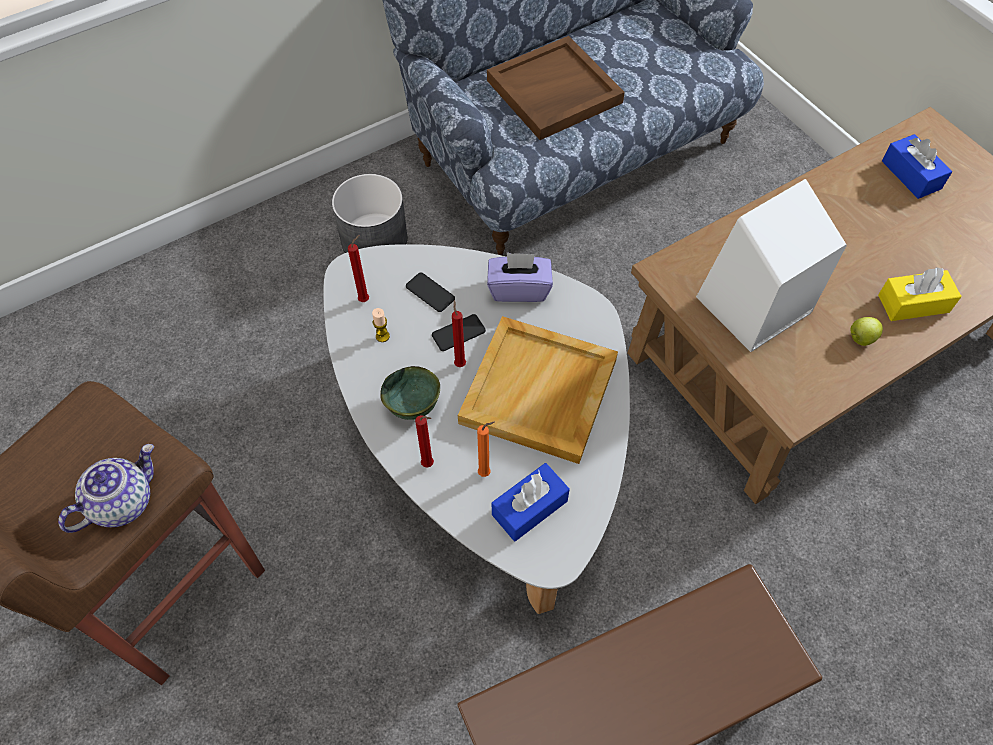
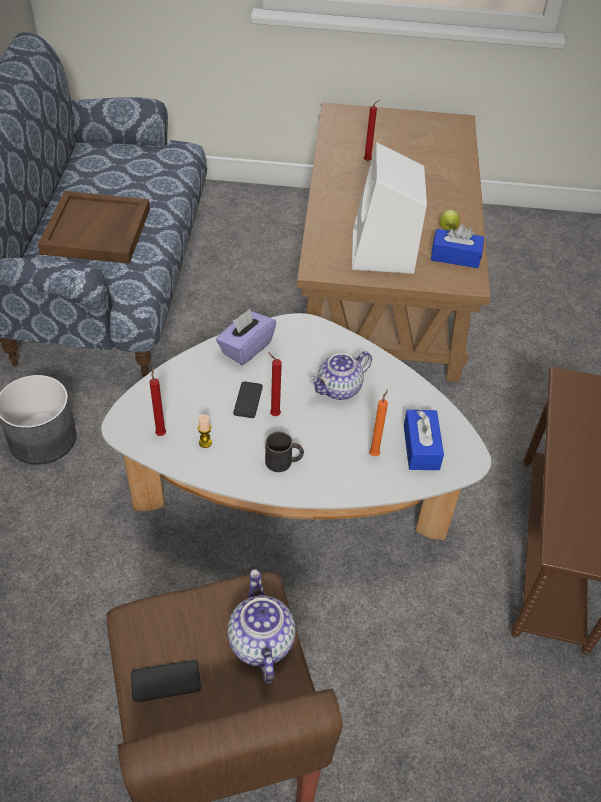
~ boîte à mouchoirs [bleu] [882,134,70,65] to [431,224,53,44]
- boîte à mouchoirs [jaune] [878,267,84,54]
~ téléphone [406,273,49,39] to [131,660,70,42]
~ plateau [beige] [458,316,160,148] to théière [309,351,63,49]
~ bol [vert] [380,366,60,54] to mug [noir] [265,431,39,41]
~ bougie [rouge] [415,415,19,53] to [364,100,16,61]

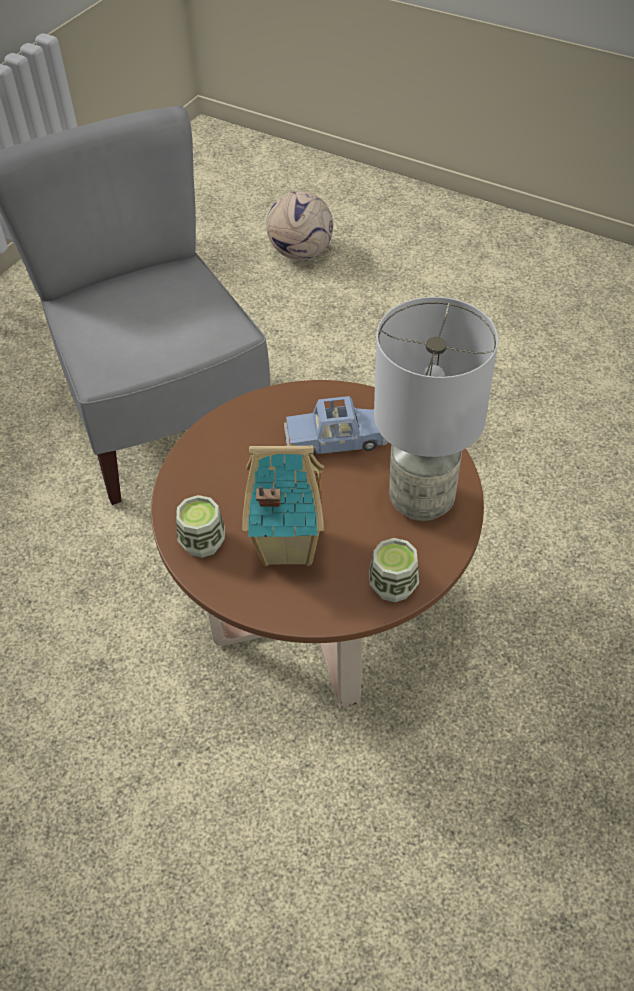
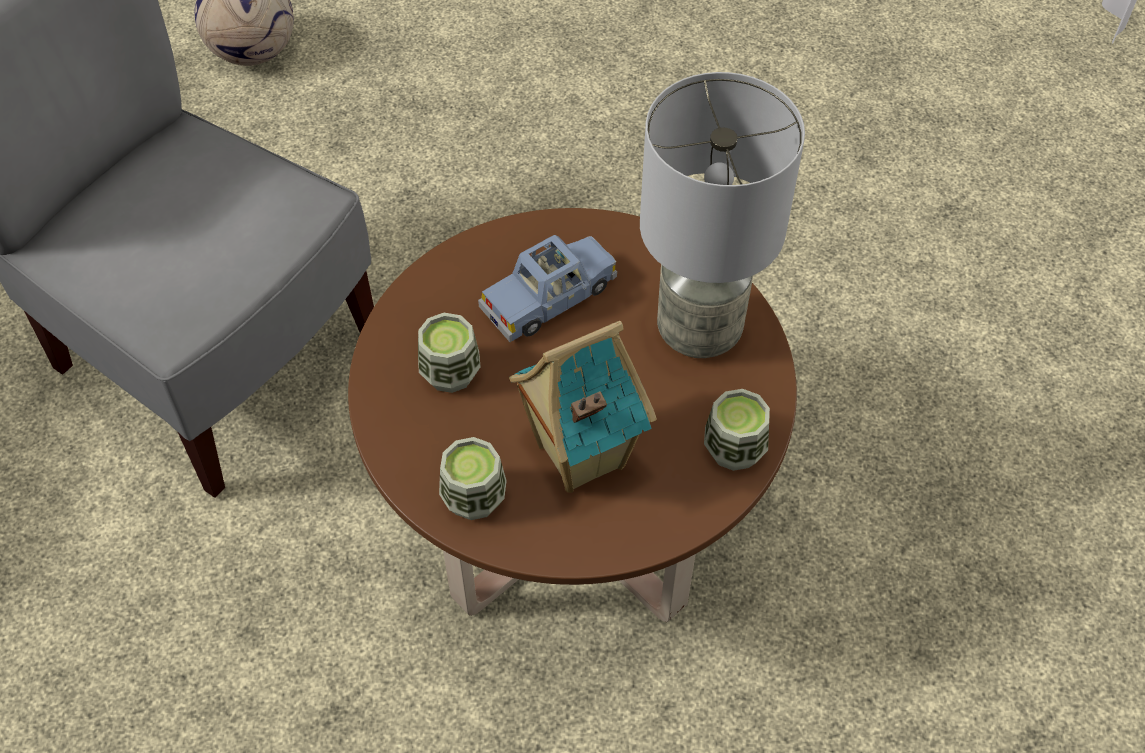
+ tasse [418,313,62,80]

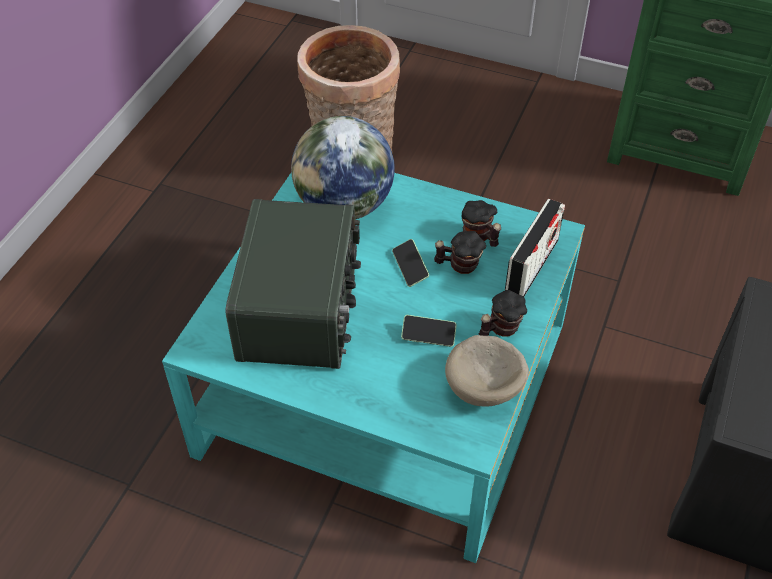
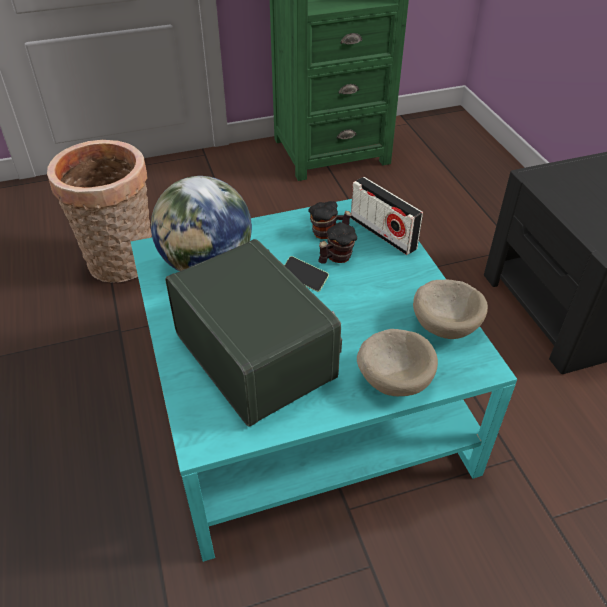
~ radio [505,199,60,98] = [351,177,72,78] 150 degrees clockwise
- mug [479,290,48,47]
- téléphone [401,315,56,32]
+ bol [beige] [357,329,81,67]

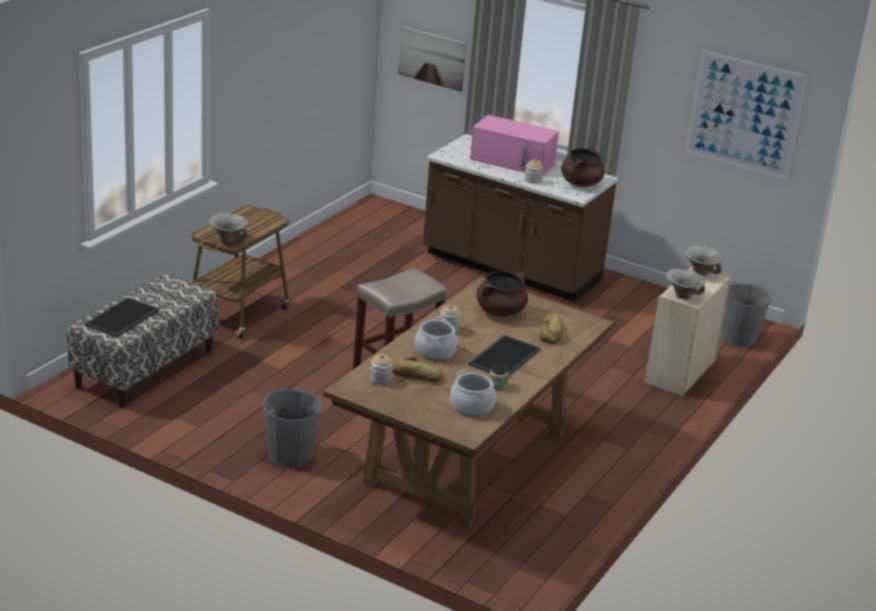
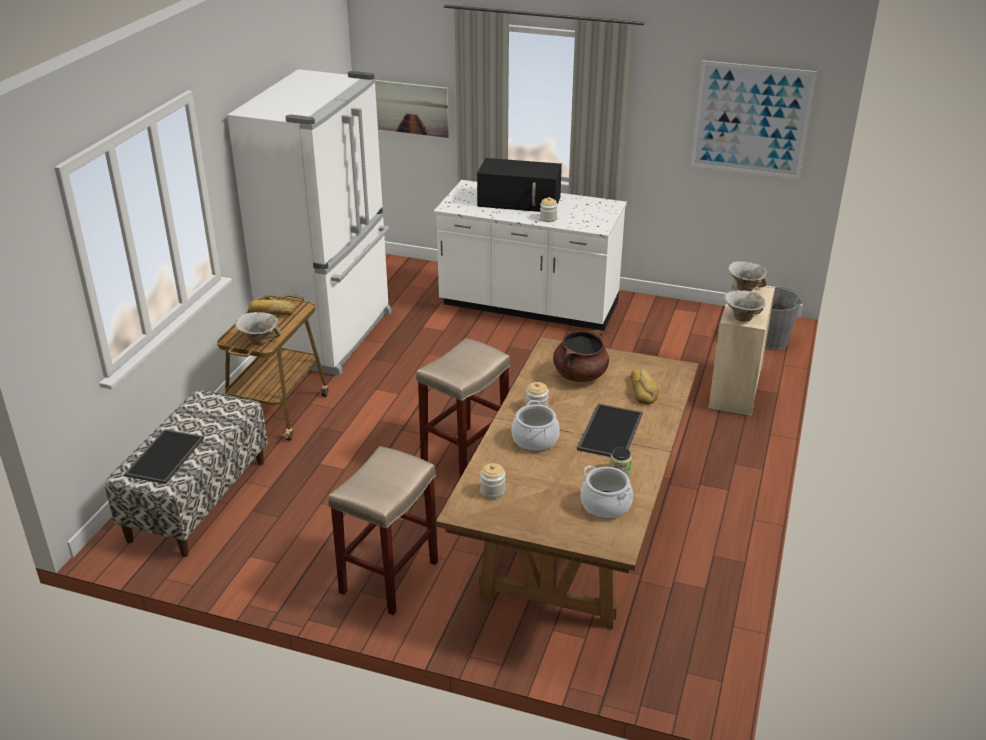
~ micro-ondes [rose] [470,115,89,61] to micro-ondes [noir] [477,158,85,54]
~ comptoir de cuisine [marron] [423,134,195,168] to comptoir de cuisine [blanc] [434,180,193,151]
- marmite [marron] [561,147,44,40]
~ pain [392,357,52,25] to [248,296,47,19]
~ seau [gris] [263,389,59,78] to tabouret [beige] [328,446,110,169]
+ réfrigérateur [blanc] [227,69,165,307]

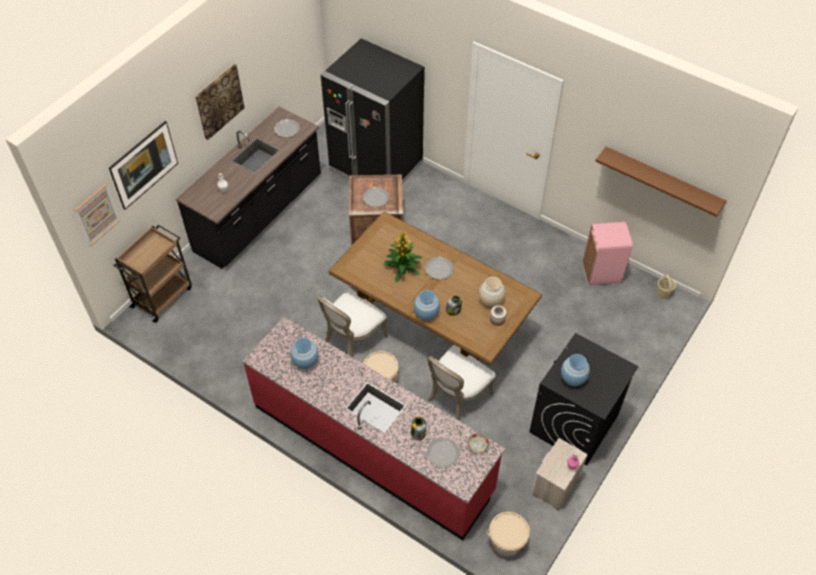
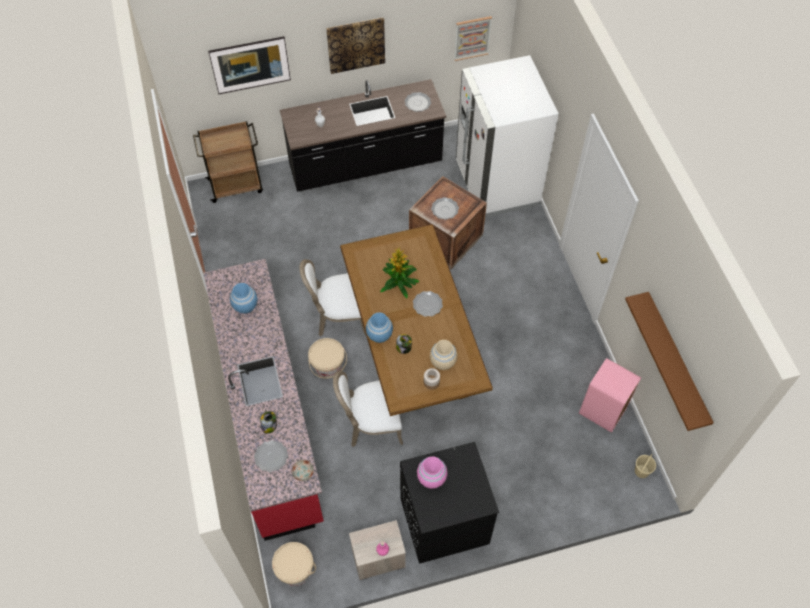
~ réfrigérateur [noir] [320,38,104,146] to réfrigérateur [blanc] [456,55,103,163]
~ tableau [74,184,46,62] to [454,16,38,45]
~ vase [bleu] [561,354,29,32] to vase [rose] [417,456,31,33]

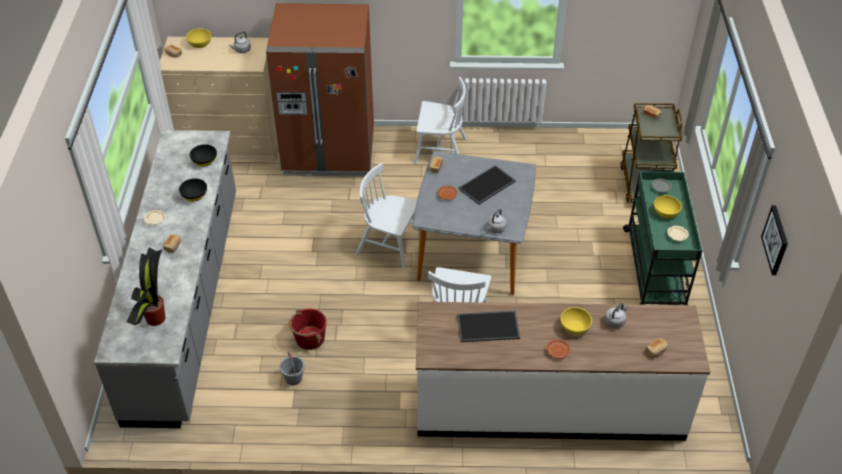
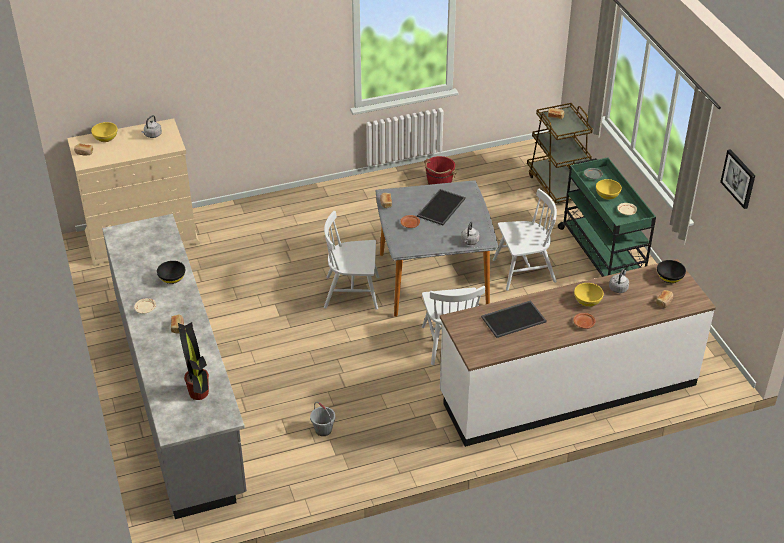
- réfrigérateur [marron] [266,3,108,173]
~ chaise [blanc] [414,77,53,87] to [493,189,64,102]
~ bol [noir] [190,144,27,22] to [657,260,29,23]
~ seau [rouge] [288,309,39,41] to [424,156,33,29]

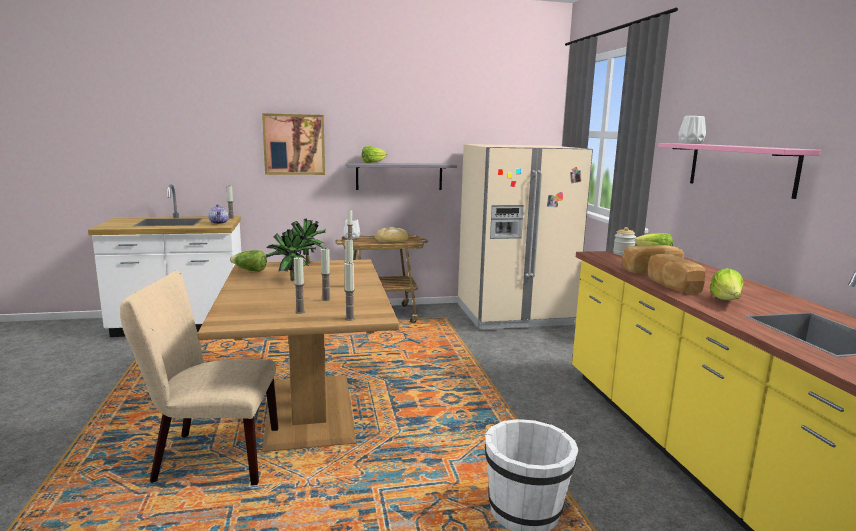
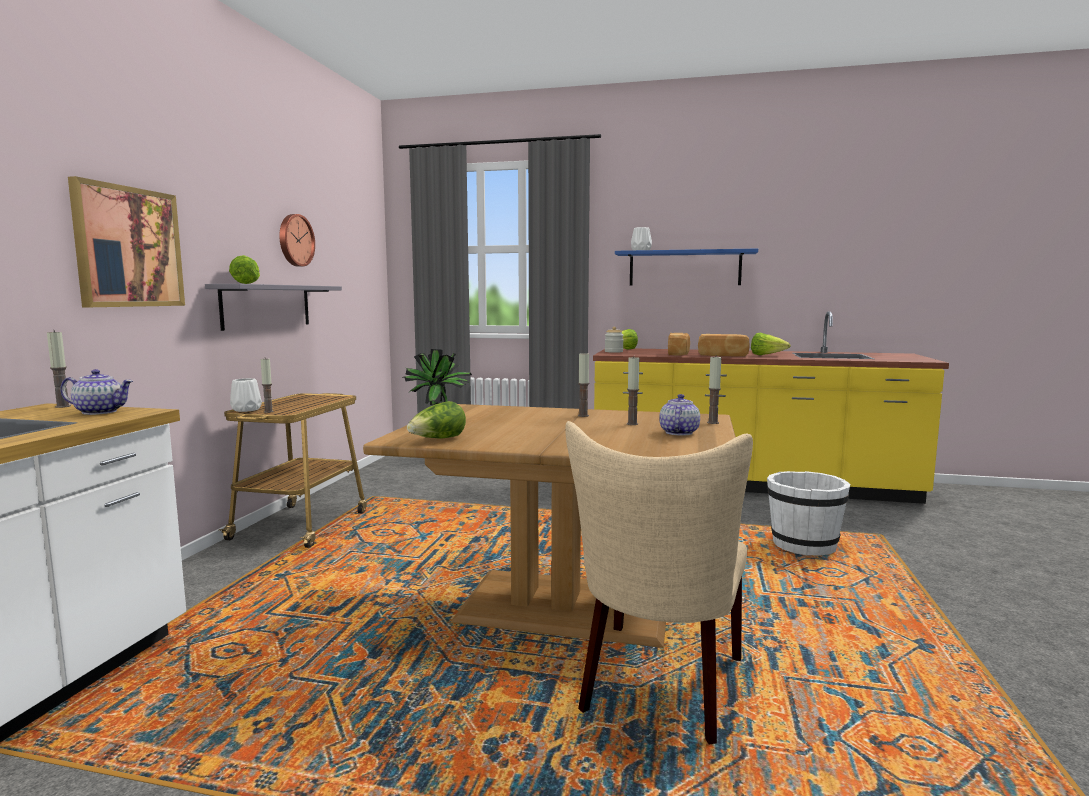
~ étagère [rose] [658,143,163,56] to étagère [bleu] [615,248,143,38]
- réfrigérateur [beige] [458,144,135,186]
- pain [375,227,34,15]
- plante en pot [266,230,50,51]
~ bougie [294,257,11,57] to théière [659,394,41,42]
+ horloge murale [279,214,36,53]

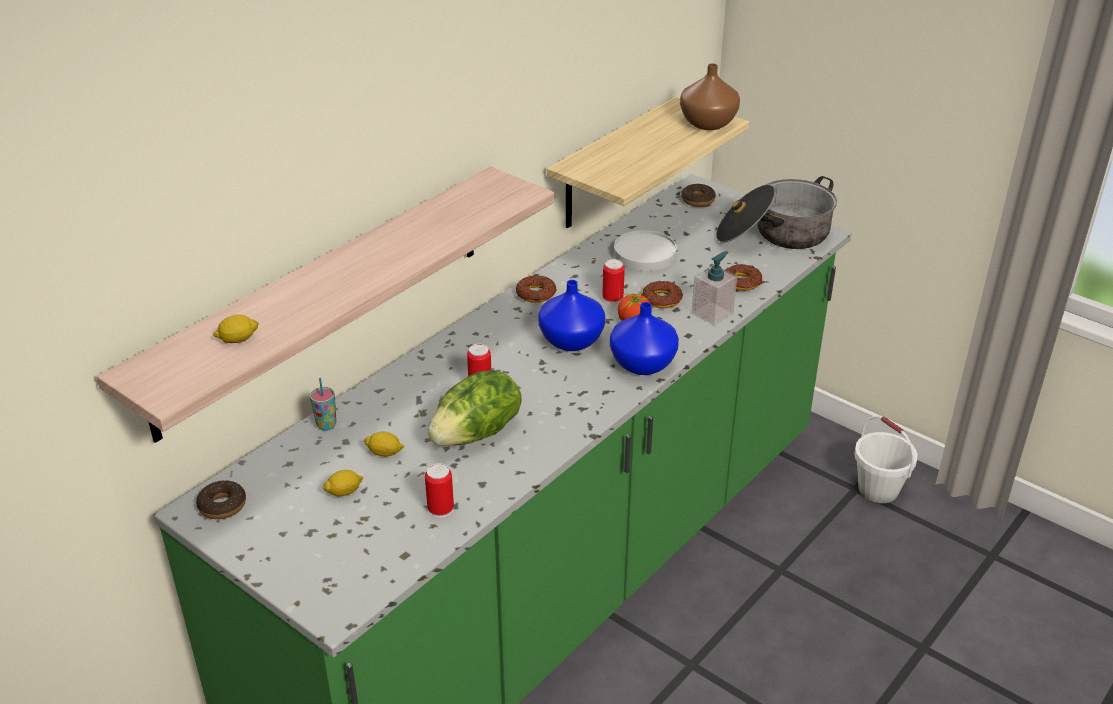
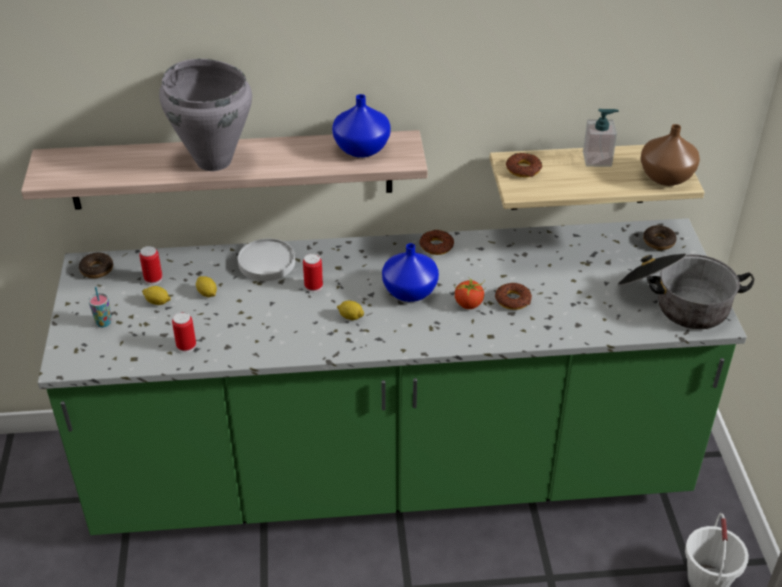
~ assiette [blanc] [614,230,63,41] to [238,239,57,42]
~ distributeur de savon [692,251,45,74] to [583,109,36,58]
~ boîte métallique [602,259,23,45] to [139,246,23,39]
~ beignet [726,264,36,27] to [506,153,36,24]
~ vase [bleu] [610,302,69,73] to [332,94,59,64]
~ citron [213,314,46,29] to [337,300,28,20]
- laitue [428,370,94,76]
~ tasse [310,378,27,53] to [88,287,24,40]
+ marmite [gris] [159,59,93,112]

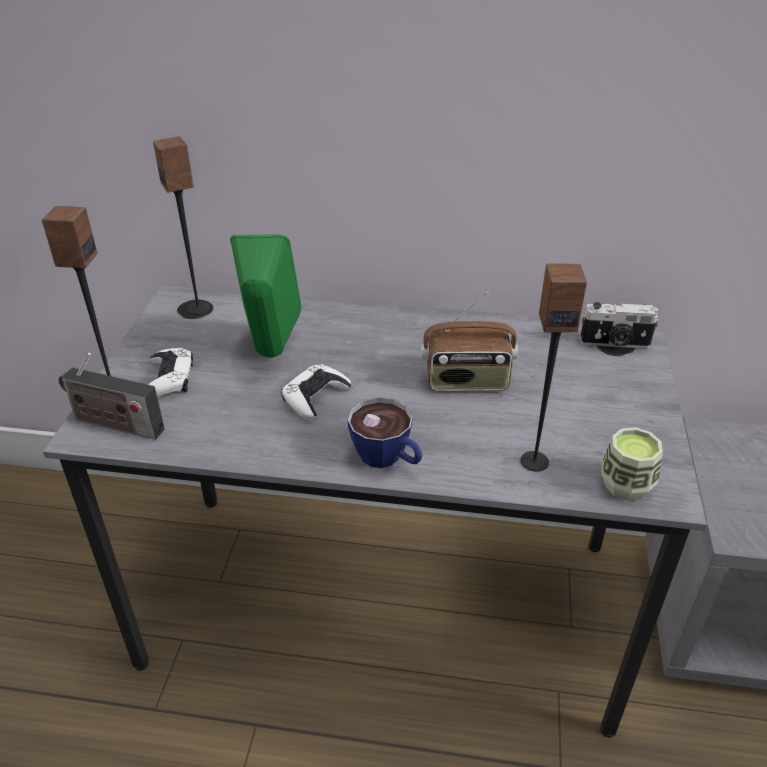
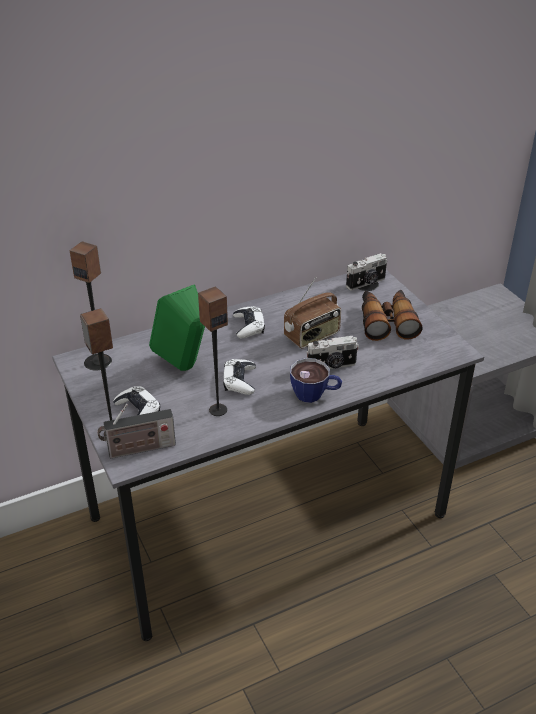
~ enceinte [521,263,66,209] to [198,287,30,129]
- tasse [601,427,62,74]
+ jumelles [362,290,61,51]
+ manette [blanc] [233,306,32,32]
+ appareil photo [306,336,53,33]

